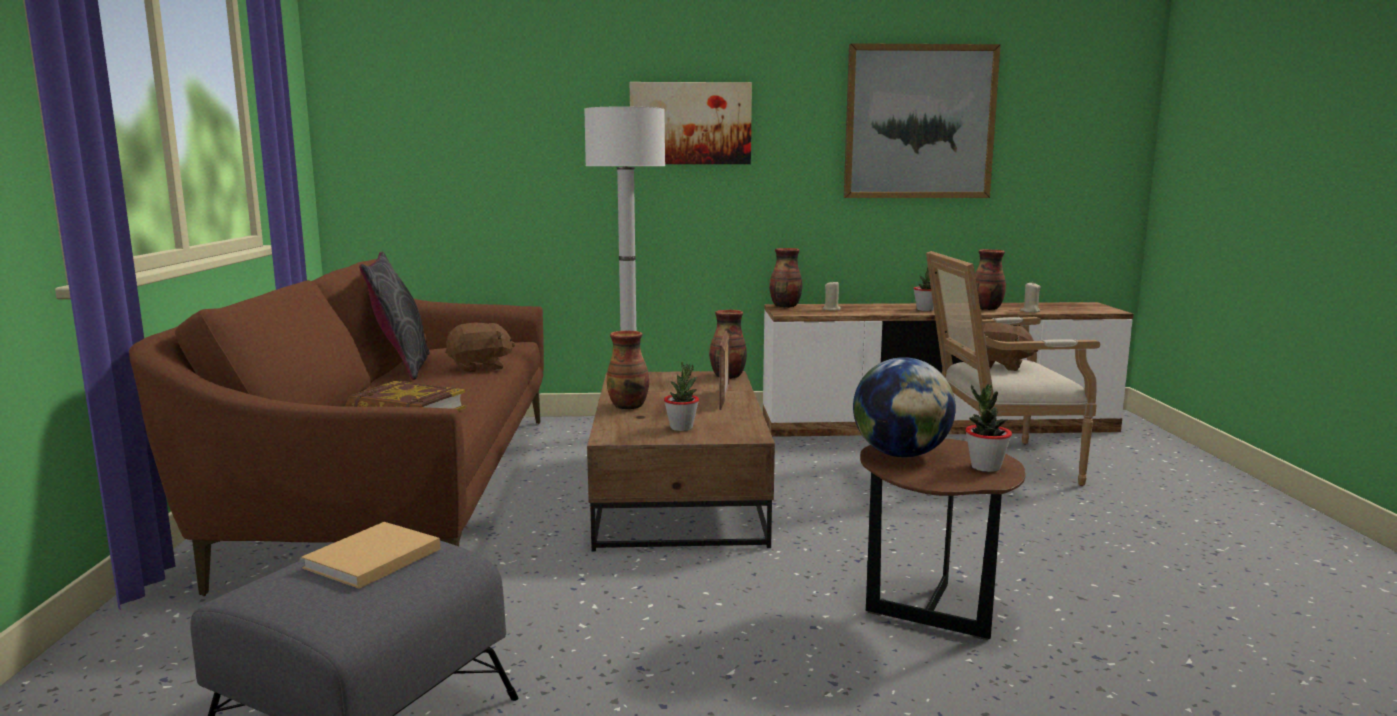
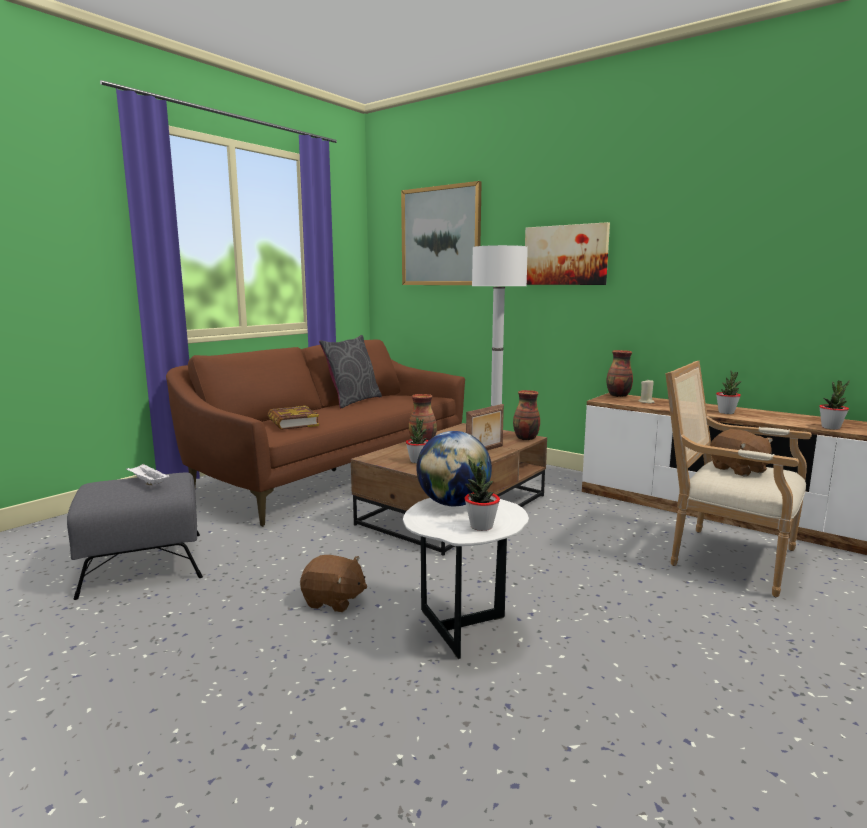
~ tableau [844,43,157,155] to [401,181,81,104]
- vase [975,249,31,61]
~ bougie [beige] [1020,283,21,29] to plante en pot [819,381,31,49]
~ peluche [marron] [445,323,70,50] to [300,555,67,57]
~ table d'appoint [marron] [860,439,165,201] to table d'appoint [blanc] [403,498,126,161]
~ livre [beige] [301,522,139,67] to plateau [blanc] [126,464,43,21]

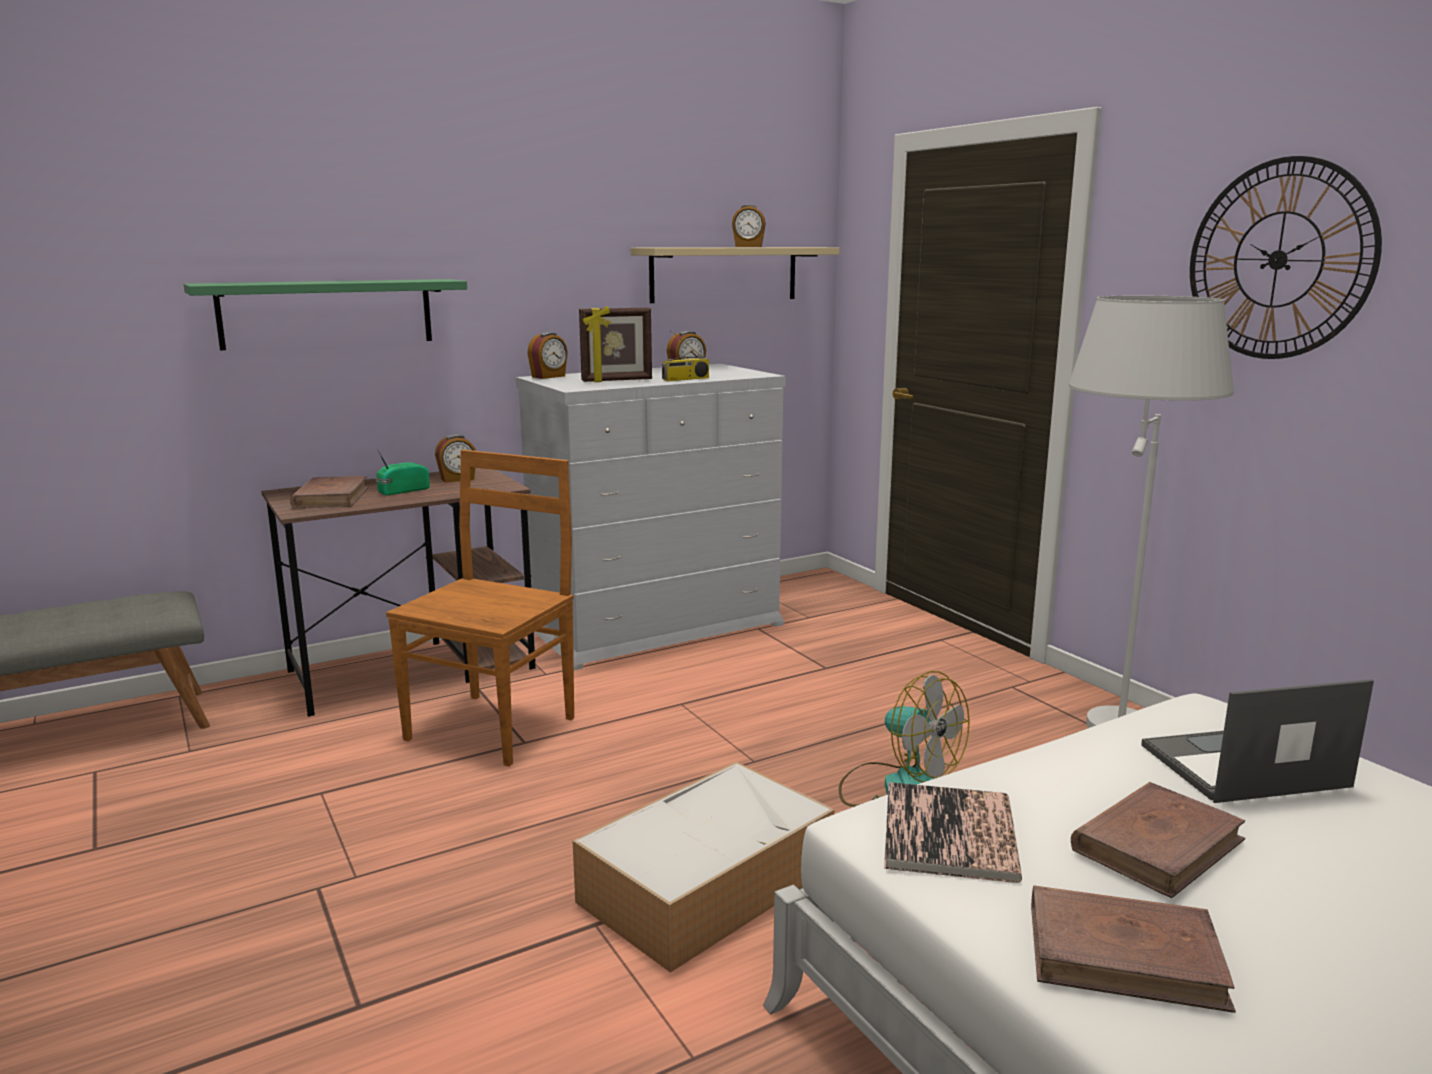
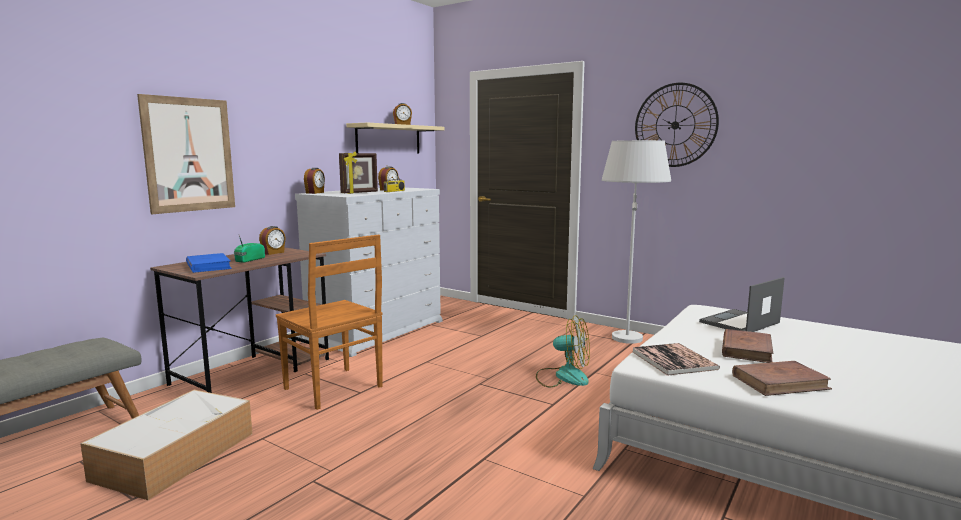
~ étagère [vert] [183,279,284,72] to tableau [137,94,98,120]
~ chaise [marron] [386,450,188,317] = [276,234,107,176] 135 degrees clockwise
~ livre [marron] [290,476,79,32] to livre [bleu] [186,253,46,20]
~ boîte de rangement [573,761,262,212] to [80,390,172,110]

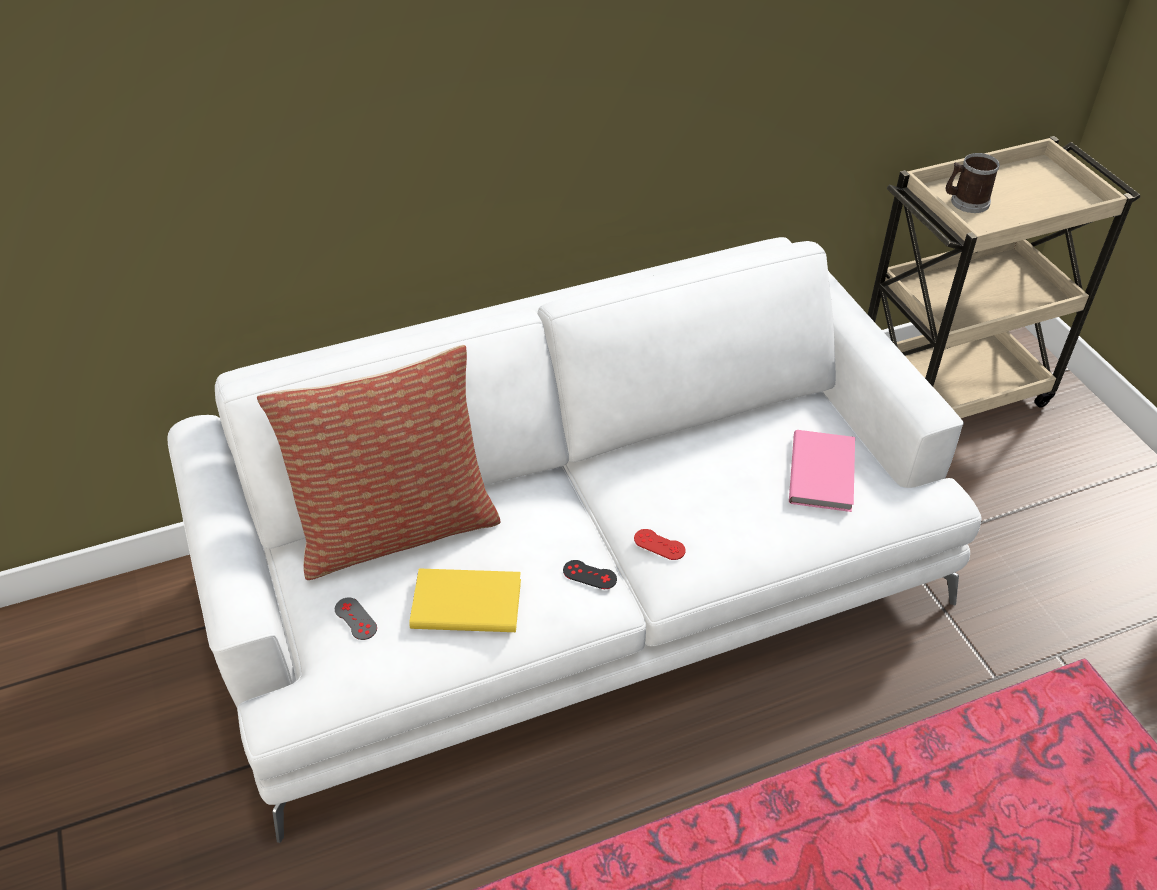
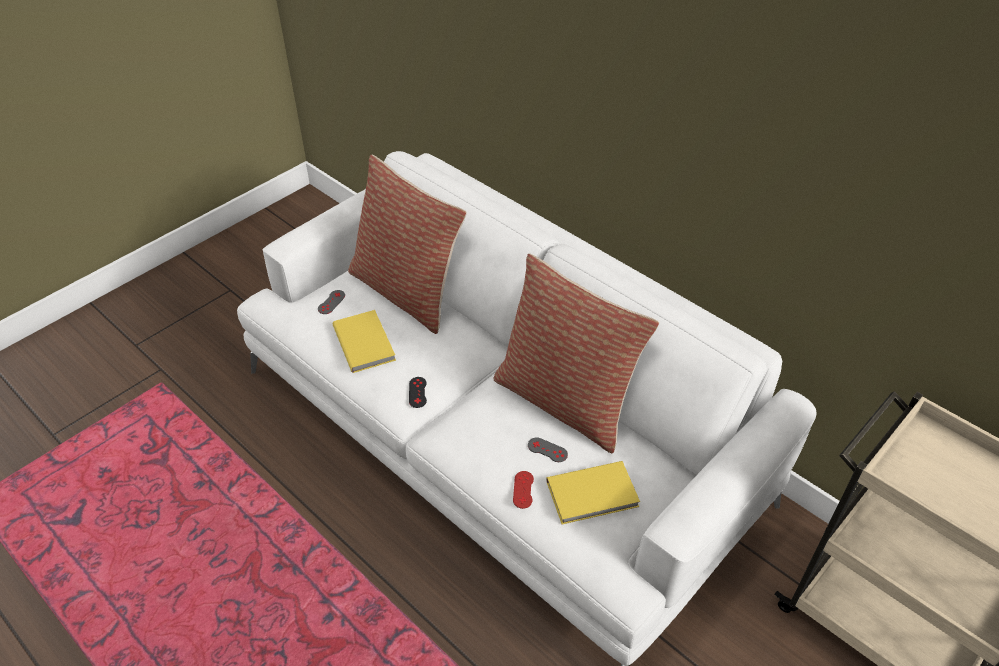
- mug [945,153,55,60]
~ livre [rose] [789,430,66,82] to livre [jaune] [546,461,94,63]
~ manette [rouge] [634,529,52,31] to [513,471,21,38]
+ coussin [493,253,166,200]
+ manette [gris] [528,437,40,25]

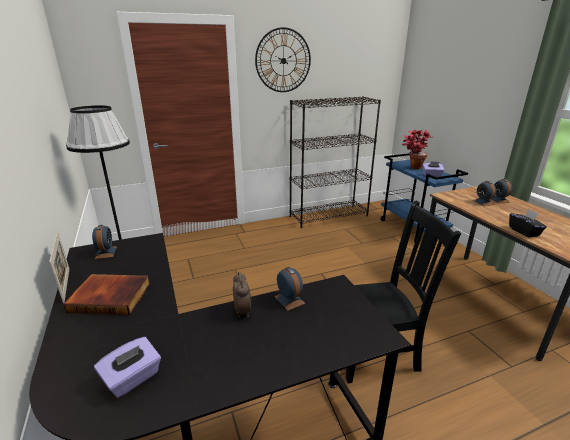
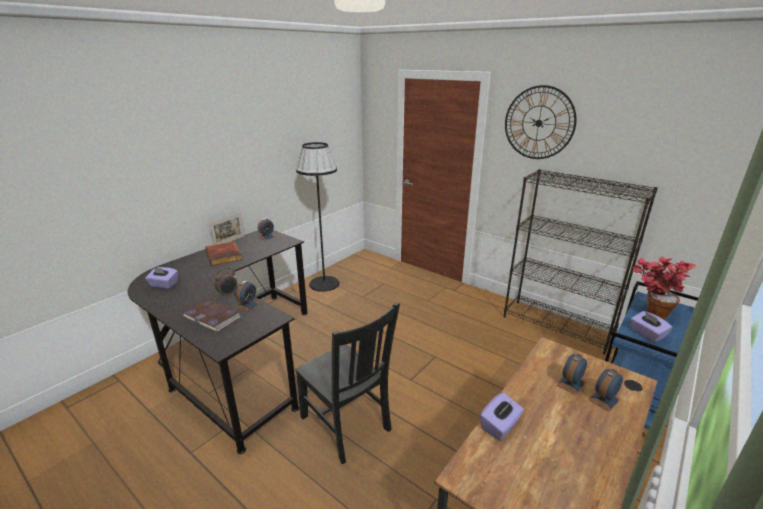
~ boîte à mouchoirs [noir] [509,209,38,29] to boîte à mouchoirs [violet] [480,392,44,48]
+ livre [183,299,58,33]

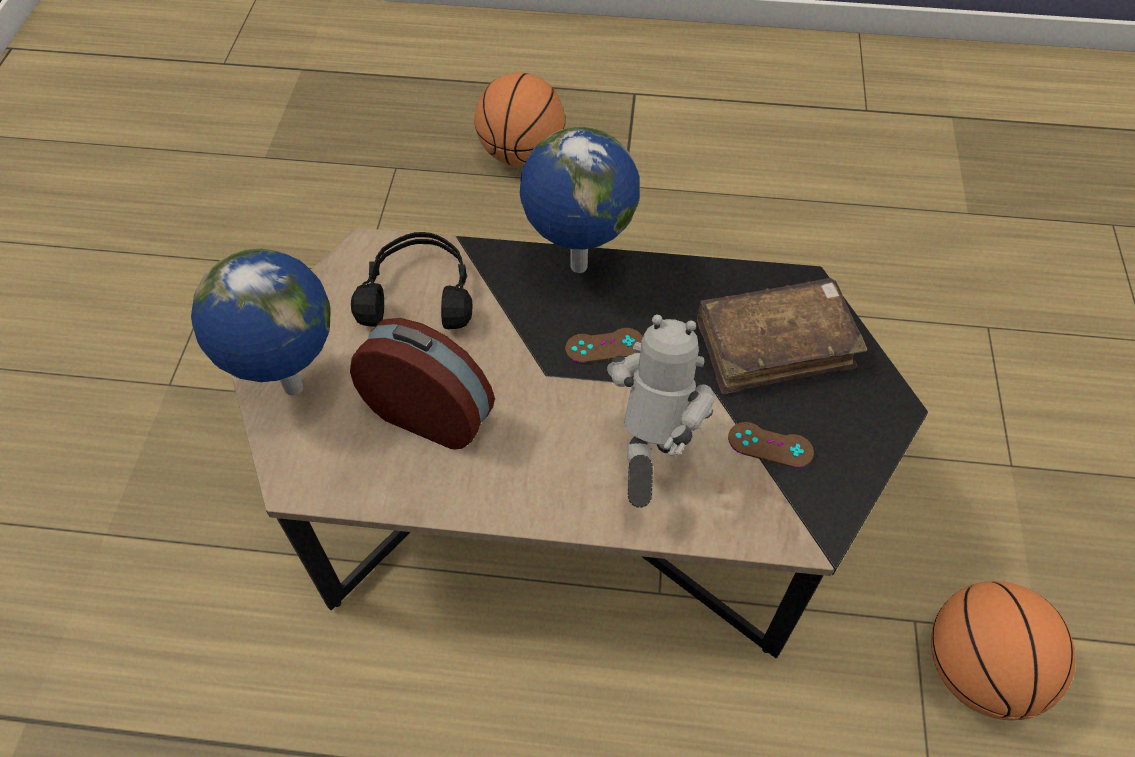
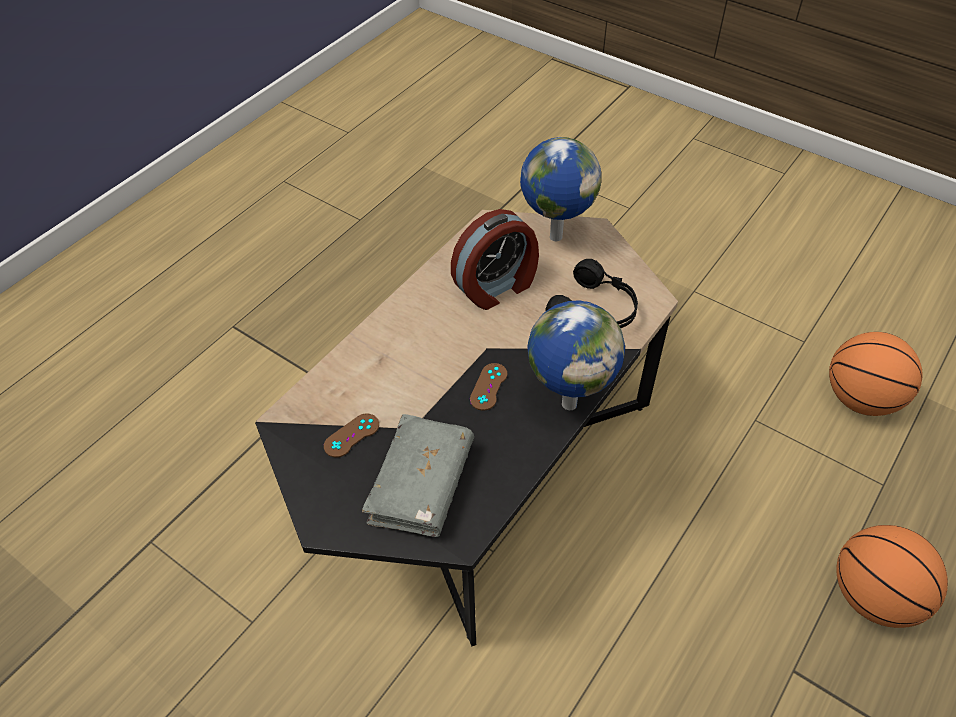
~ livre [marron] [697,278,170,116] to livre [gris] [362,414,112,123]
- robot jouet [607,314,107,194]
~ ballon de basket [931,581,144,139] to [829,332,94,84]

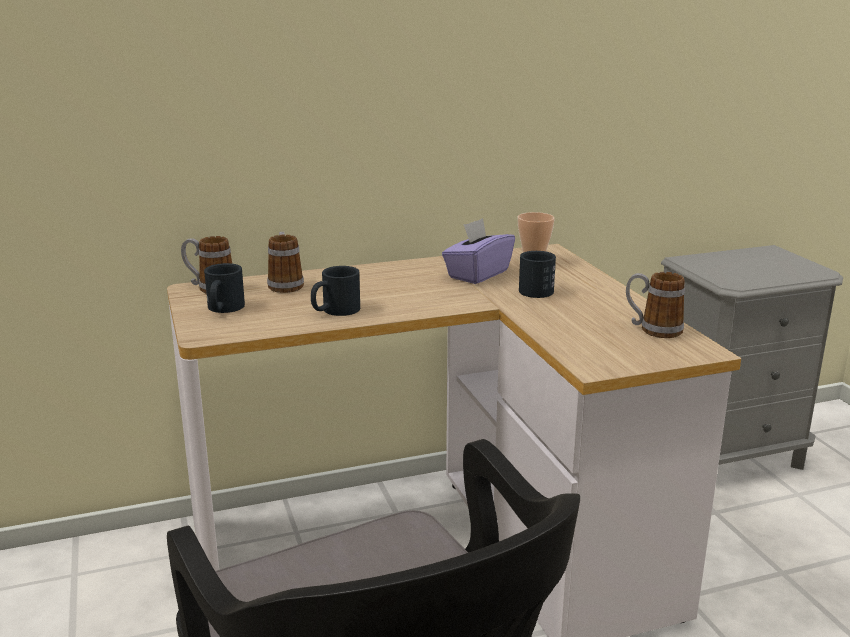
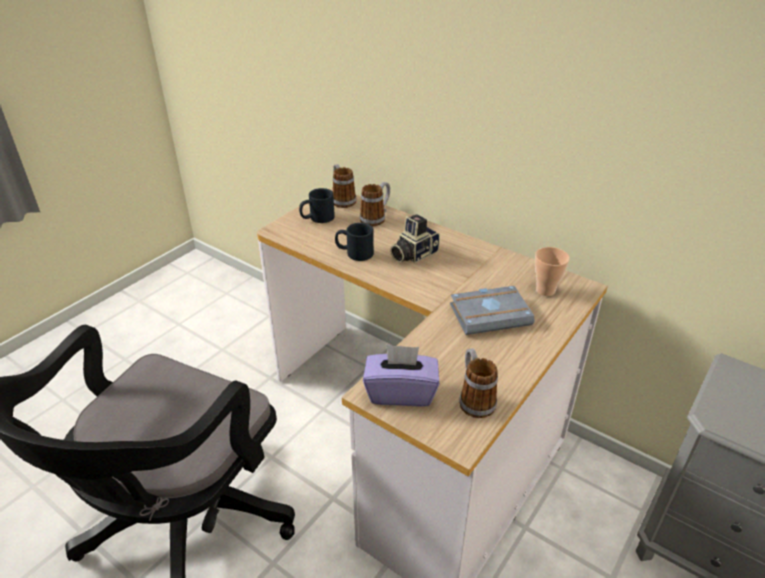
~ boîte à mouchoirs [violet] [442,218,73,66] to [363,345,76,62]
~ mug [noir] [519,251,37,47] to livre [gris] [450,286,85,49]
+ appareil photo [390,214,50,49]

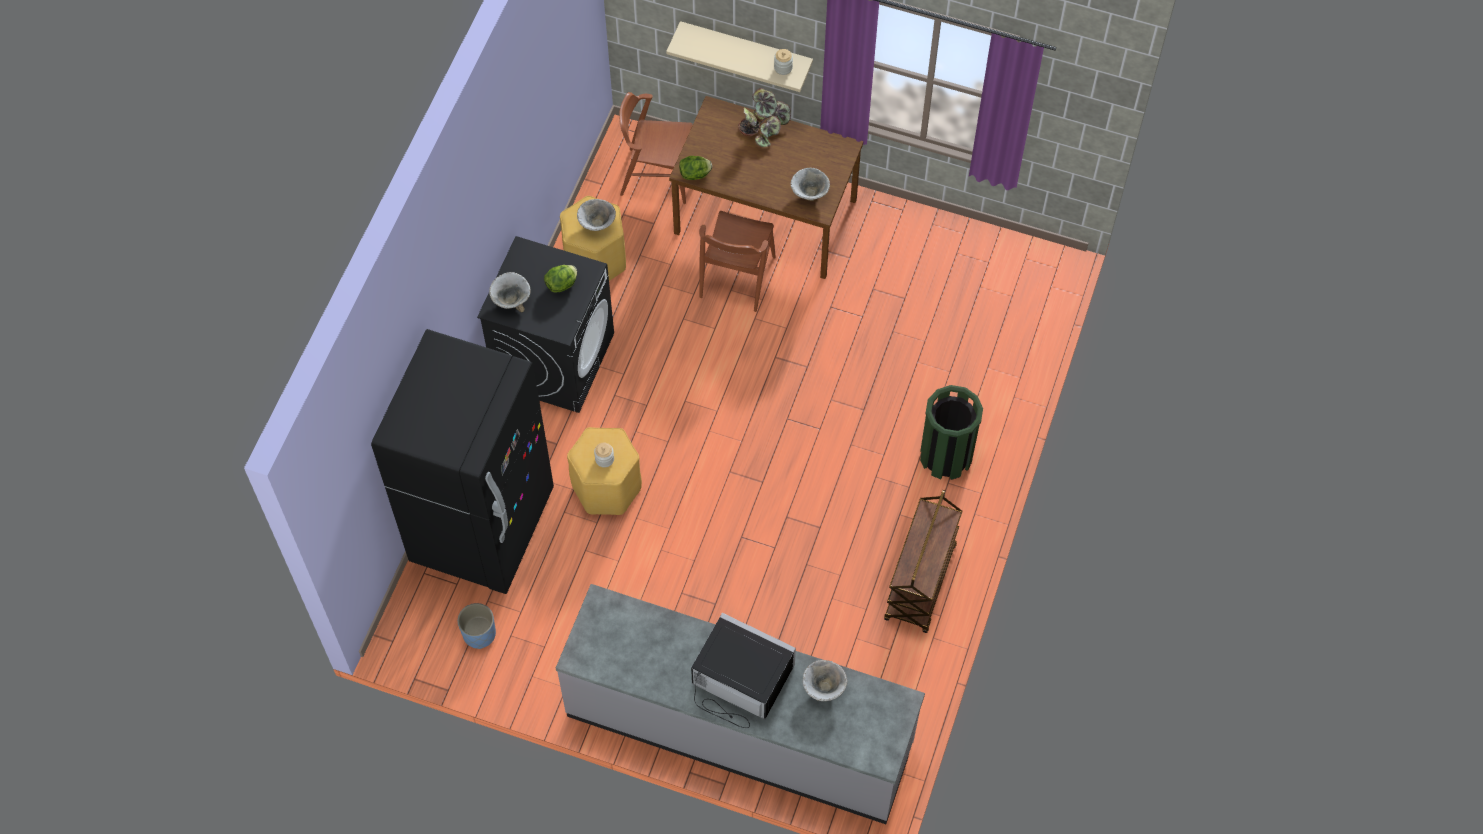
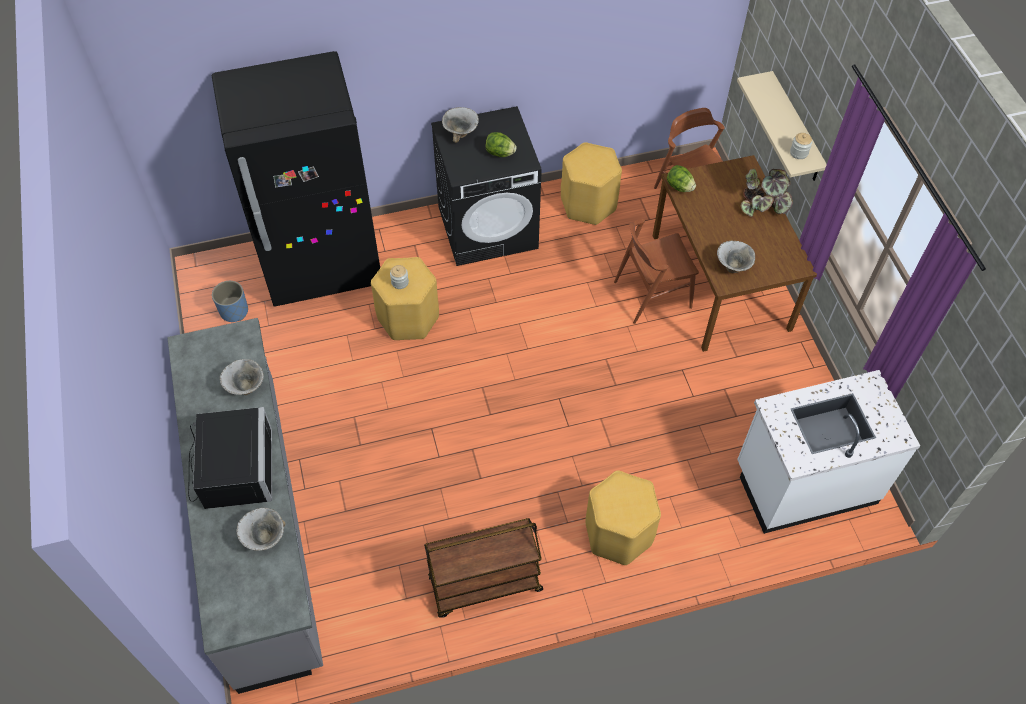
~ bol [577,199,39,32] to [220,359,44,36]
~ poubelle [vert] [920,385,63,95] to tabouret [jaune] [586,470,75,95]
+ comptoir de cuisine [blanc] [737,370,183,164]

